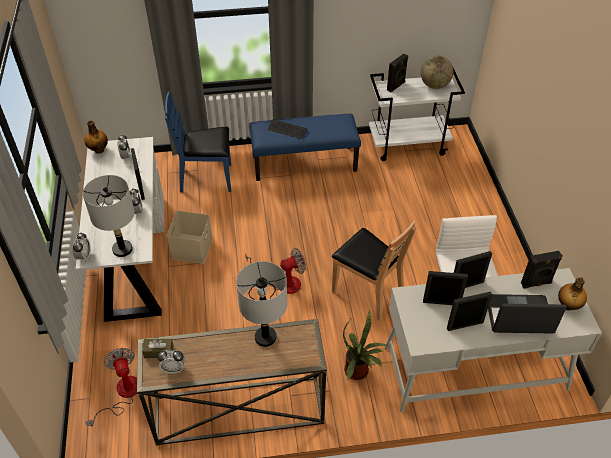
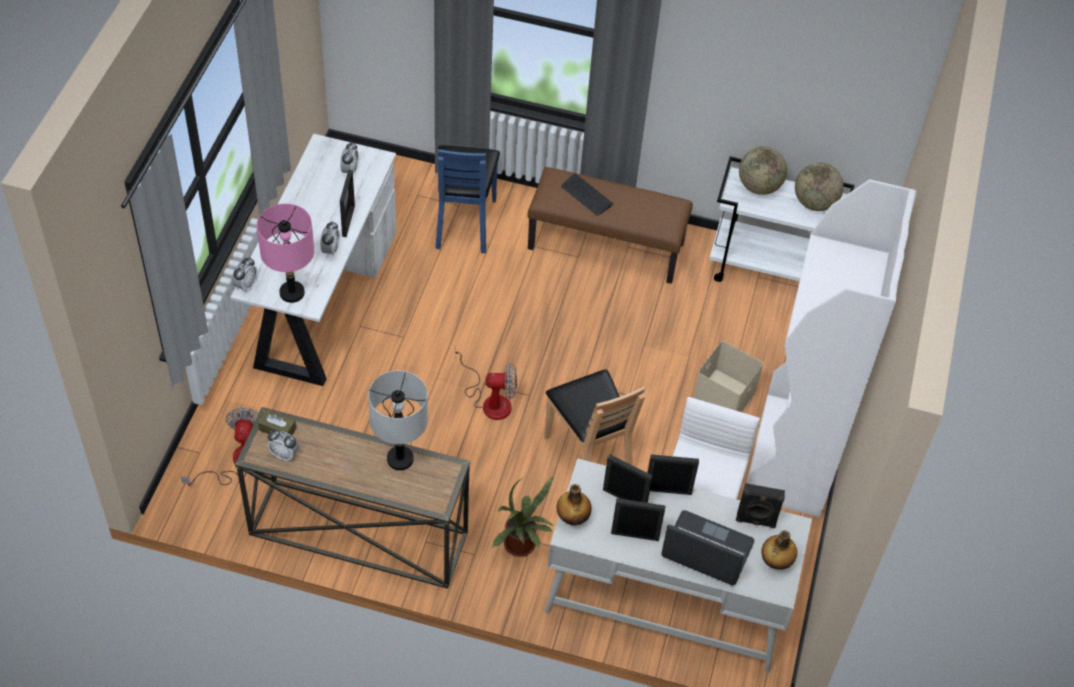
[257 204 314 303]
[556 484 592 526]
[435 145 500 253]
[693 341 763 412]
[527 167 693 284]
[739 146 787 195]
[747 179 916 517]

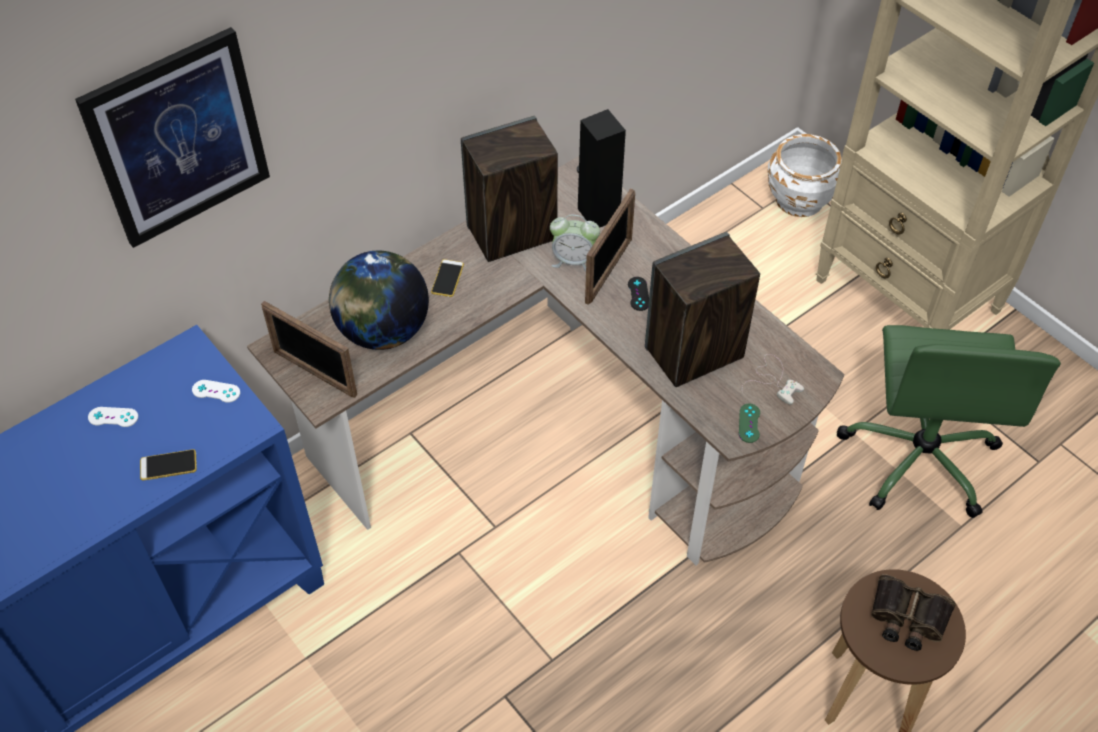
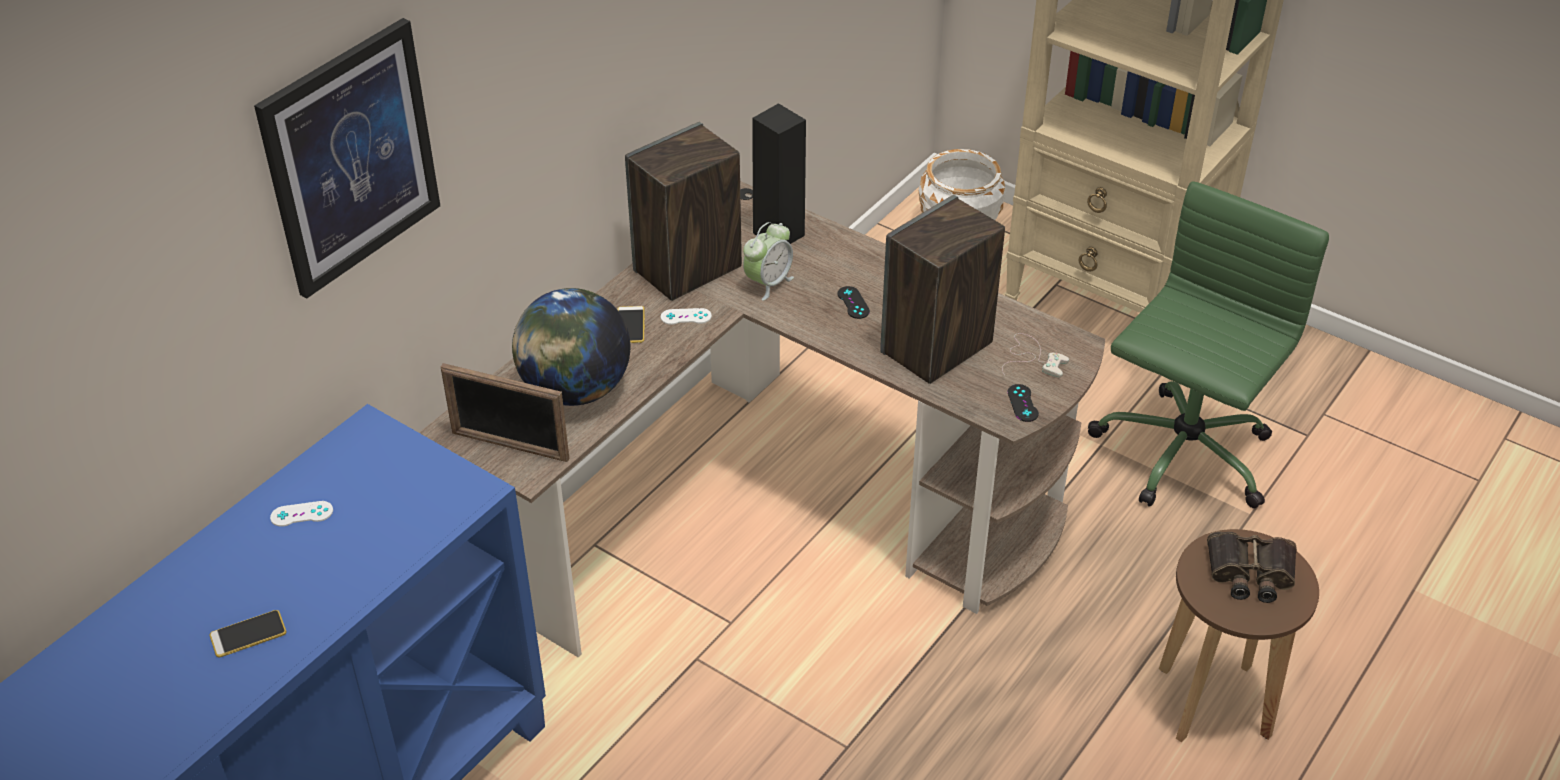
[210 610 286 657]
[661 308 712 325]
[743 222 794 301]
[585 188 635 305] (first image)
[1008 384 1039 422]
[1088 181 1329 509]

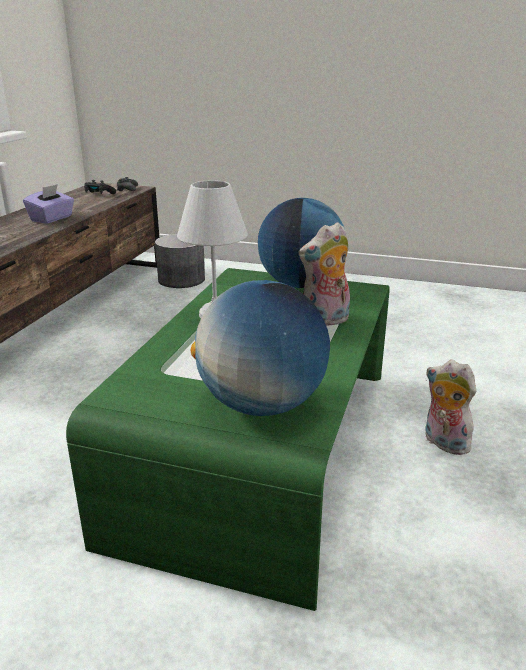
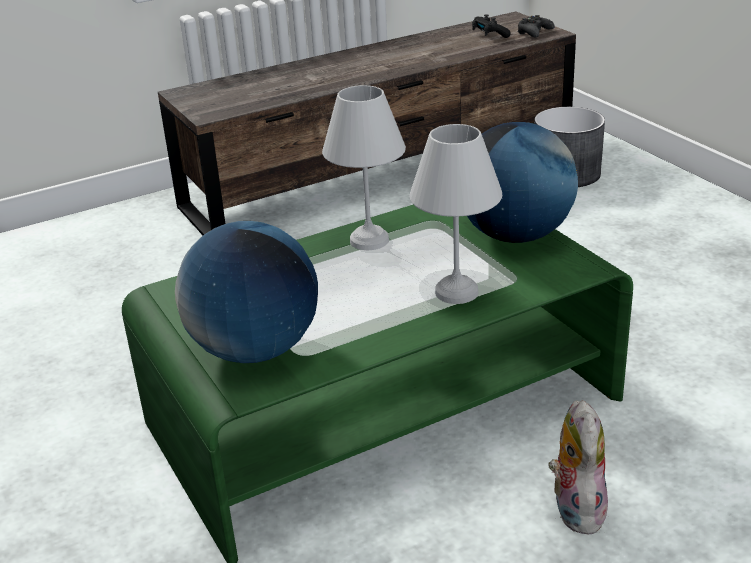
[23 184 74 224] (first image)
[409 124 502 304]

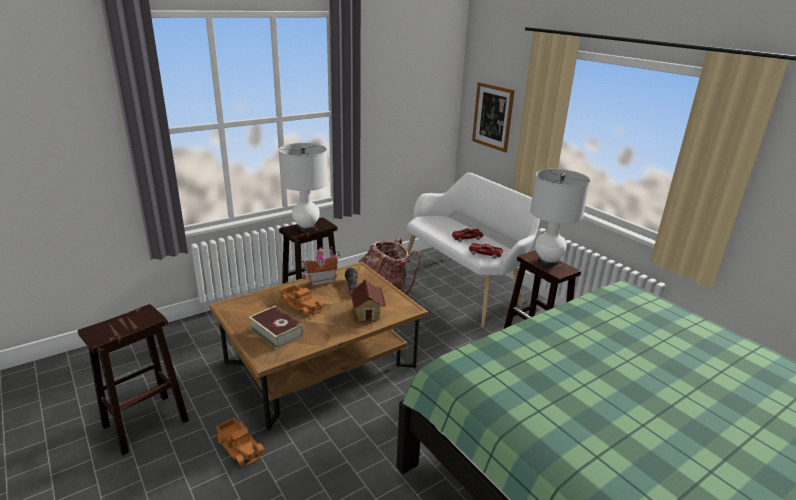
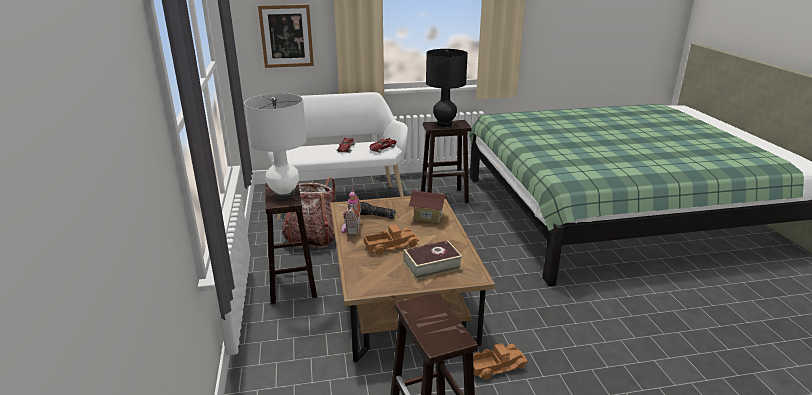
[426 49 468 127]

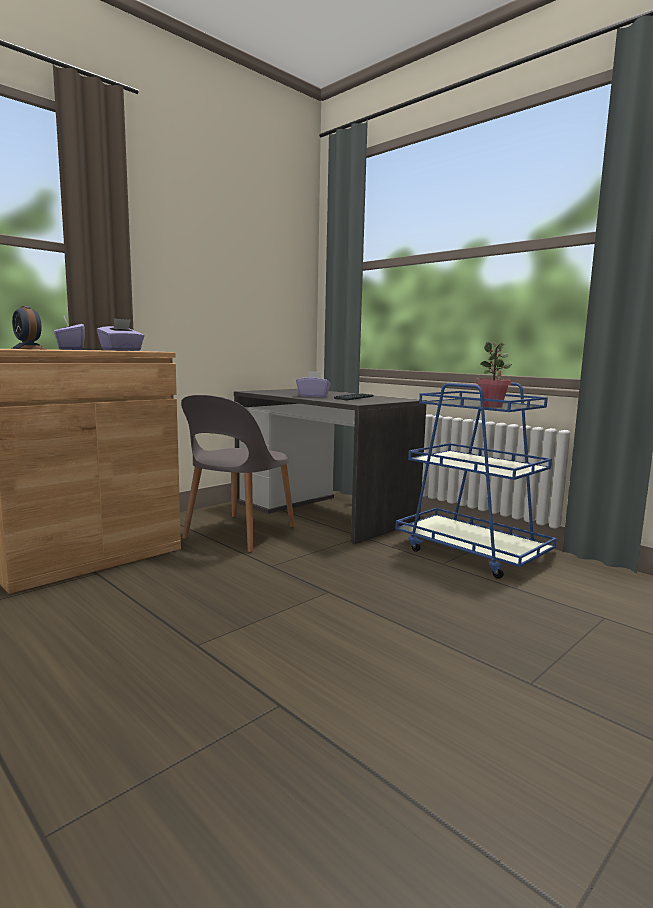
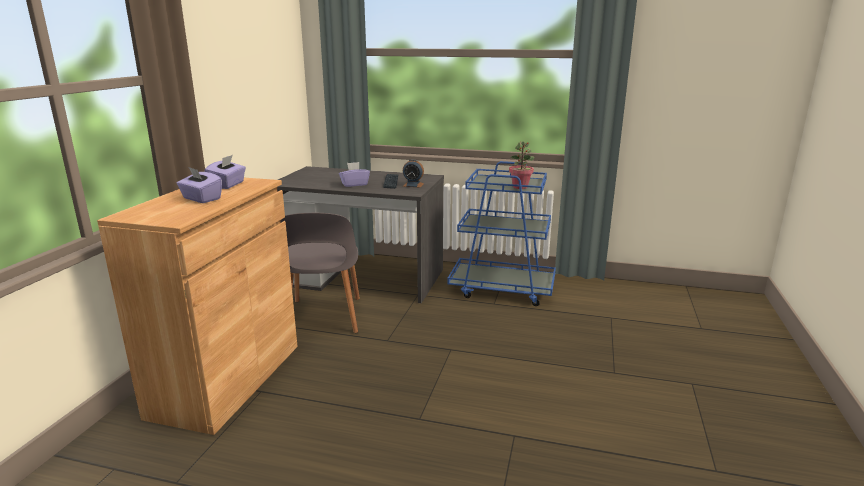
[403 159 424 188]

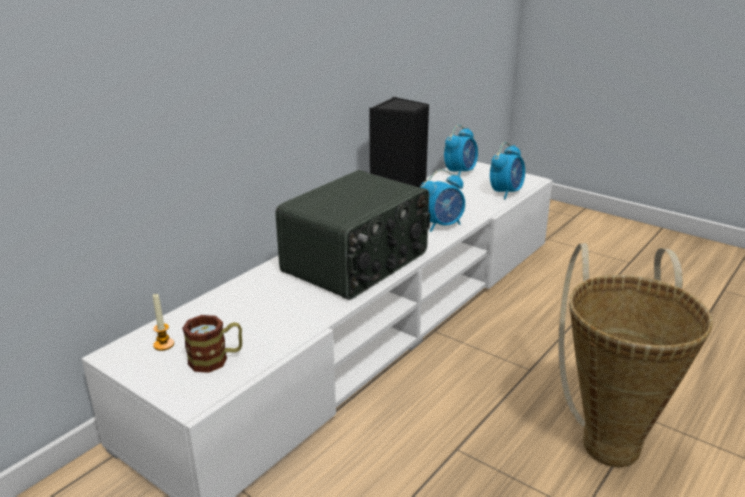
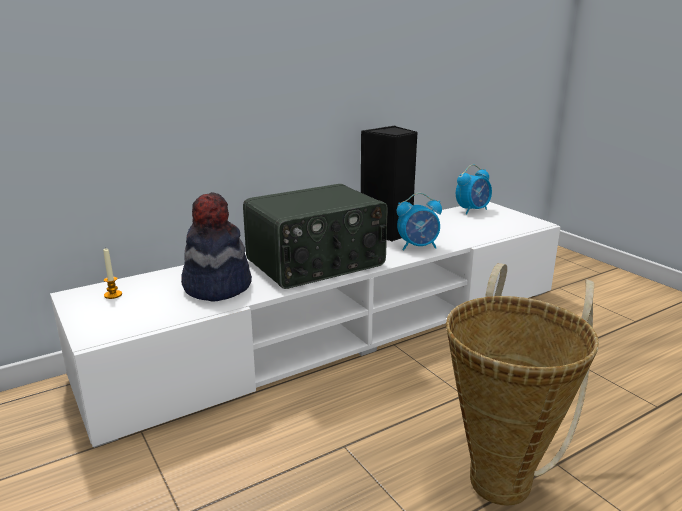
[182 315 242 373] (first image)
[490 142 525 200] (first image)
[181 192 252 302]

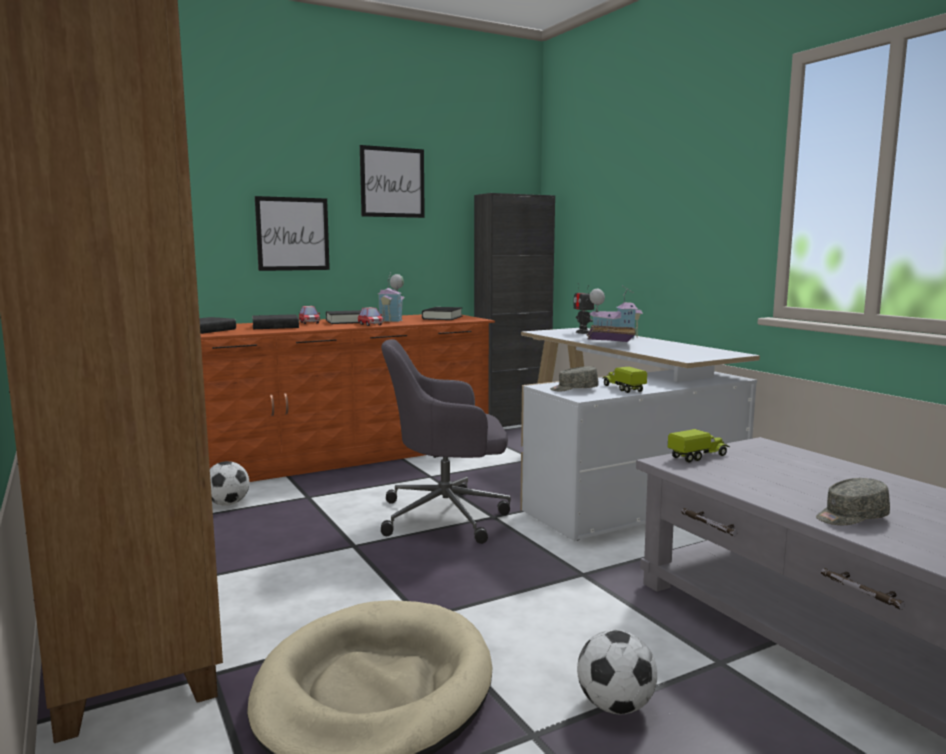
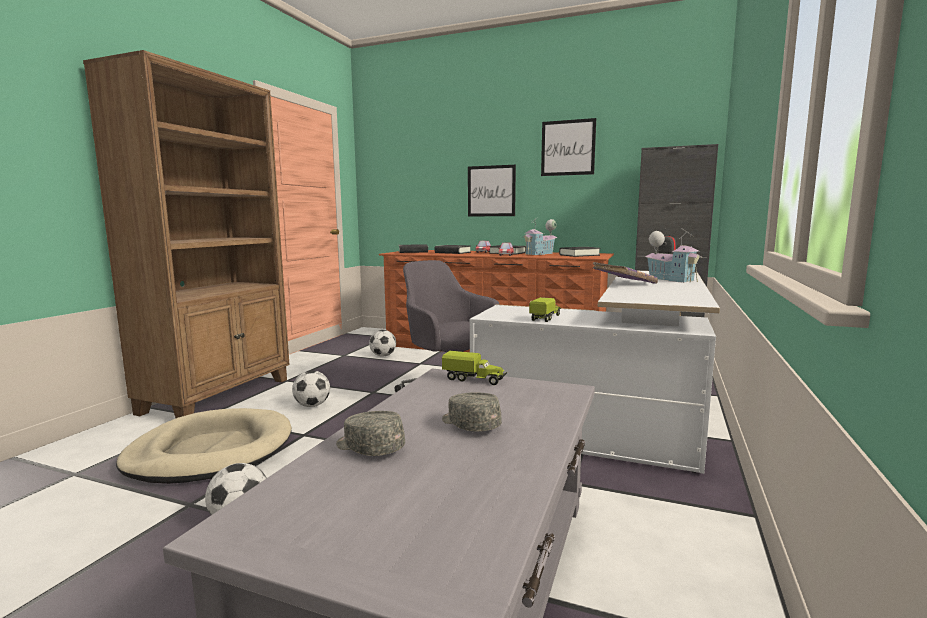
[442 392 502 432]
[292 370 330 407]

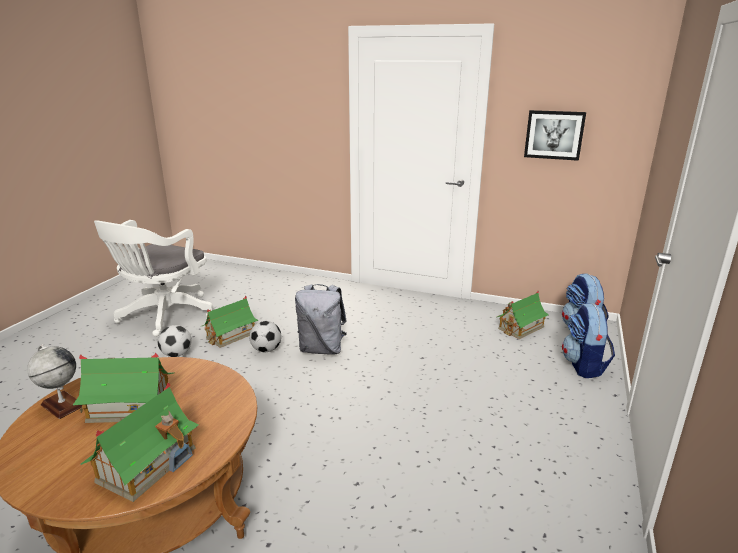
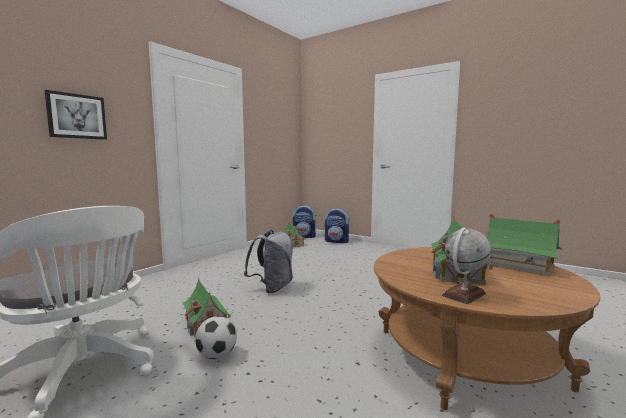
[249 321 282 352] (first image)
[45 90 107 140]

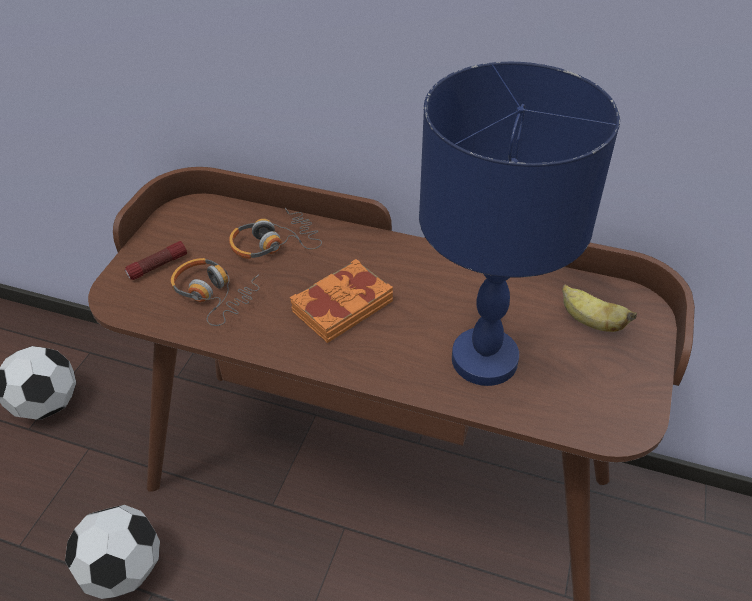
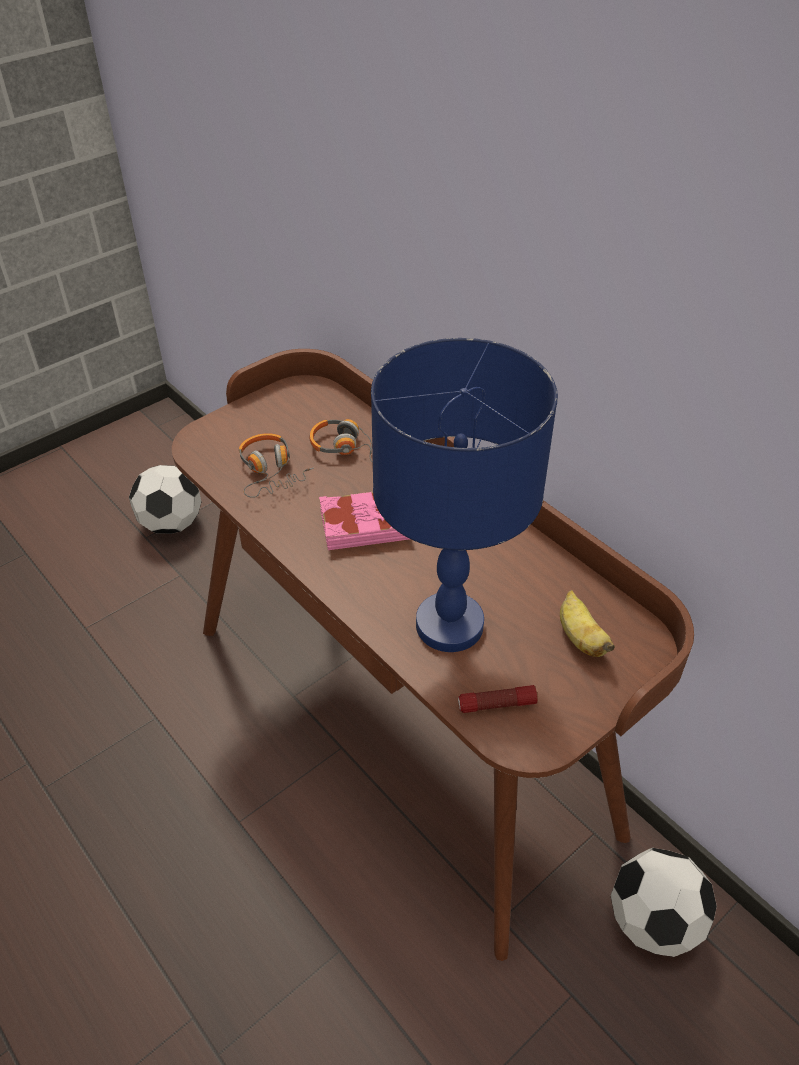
[611 848 717 957]
[458 685 537 713]
[319 492 409 550]

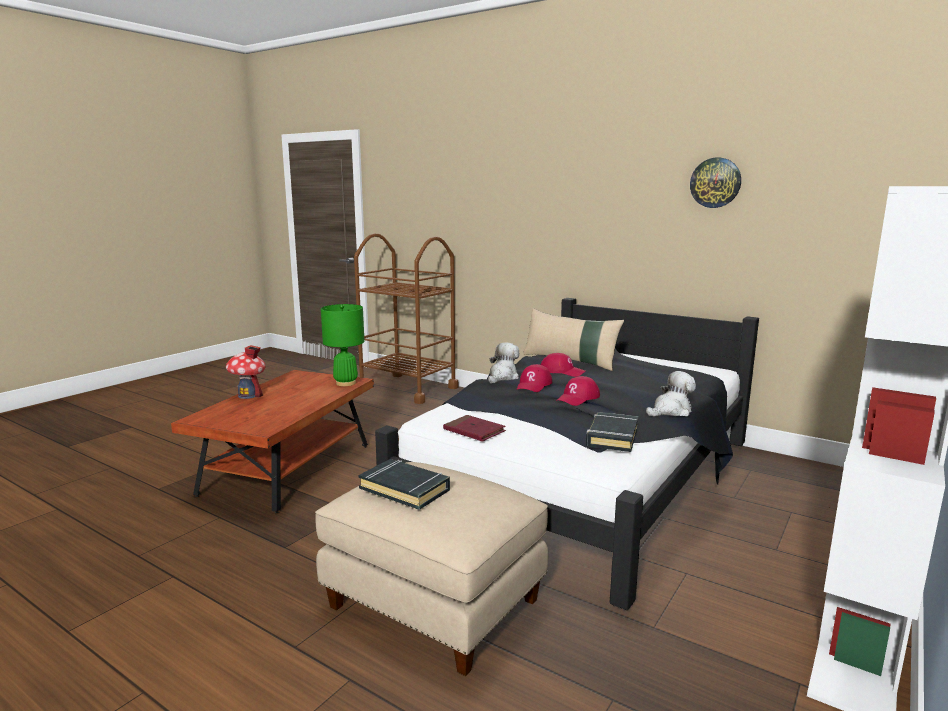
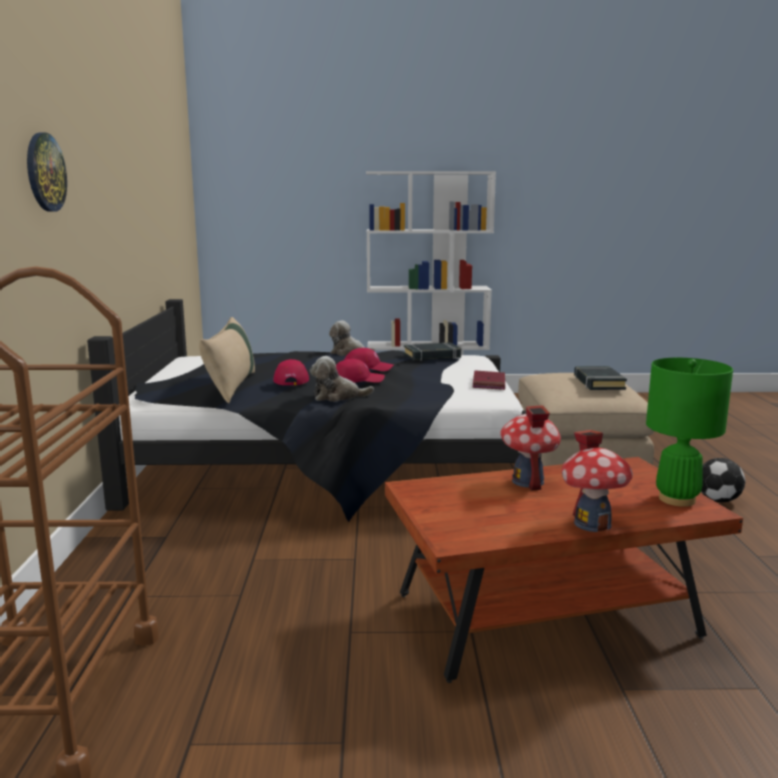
[646 358 733 507]
[27 132 67 212]
[500 405 561 490]
[701 458 745 502]

